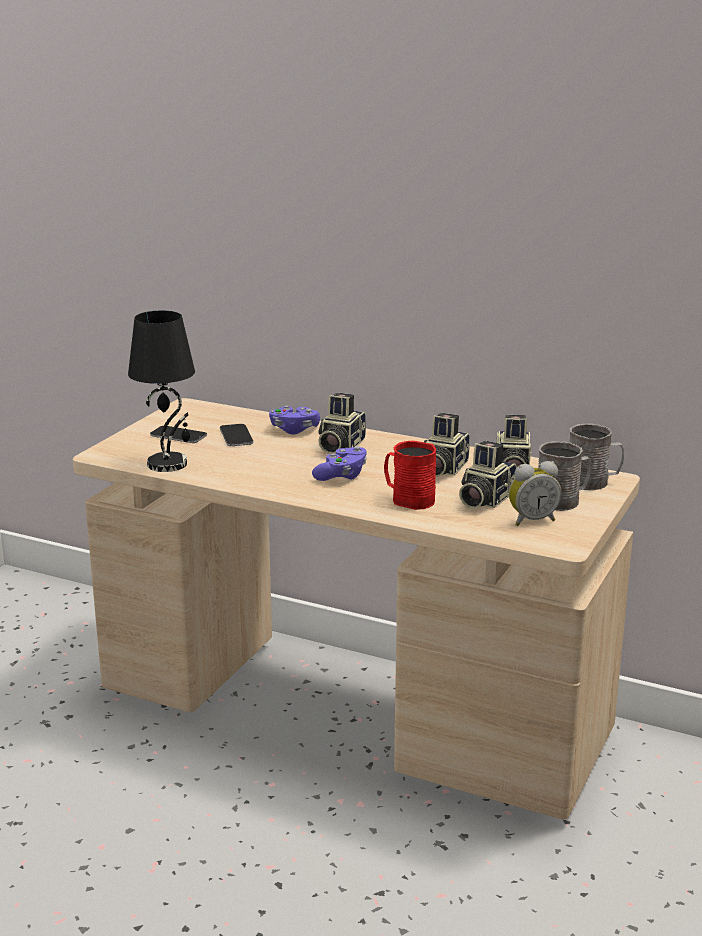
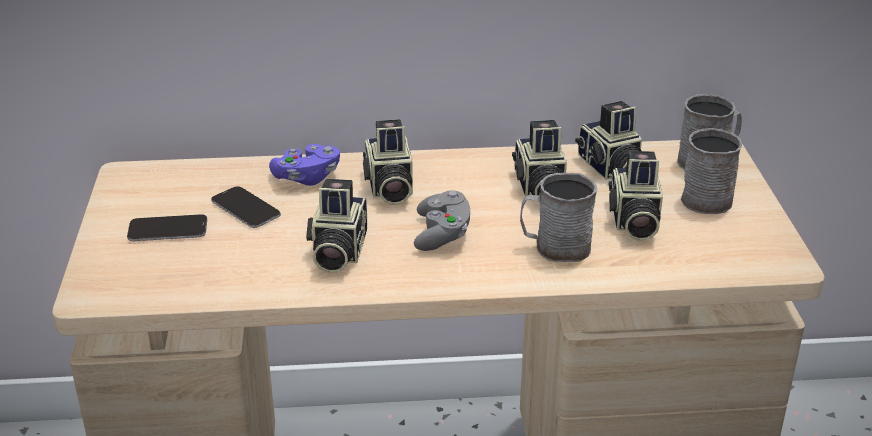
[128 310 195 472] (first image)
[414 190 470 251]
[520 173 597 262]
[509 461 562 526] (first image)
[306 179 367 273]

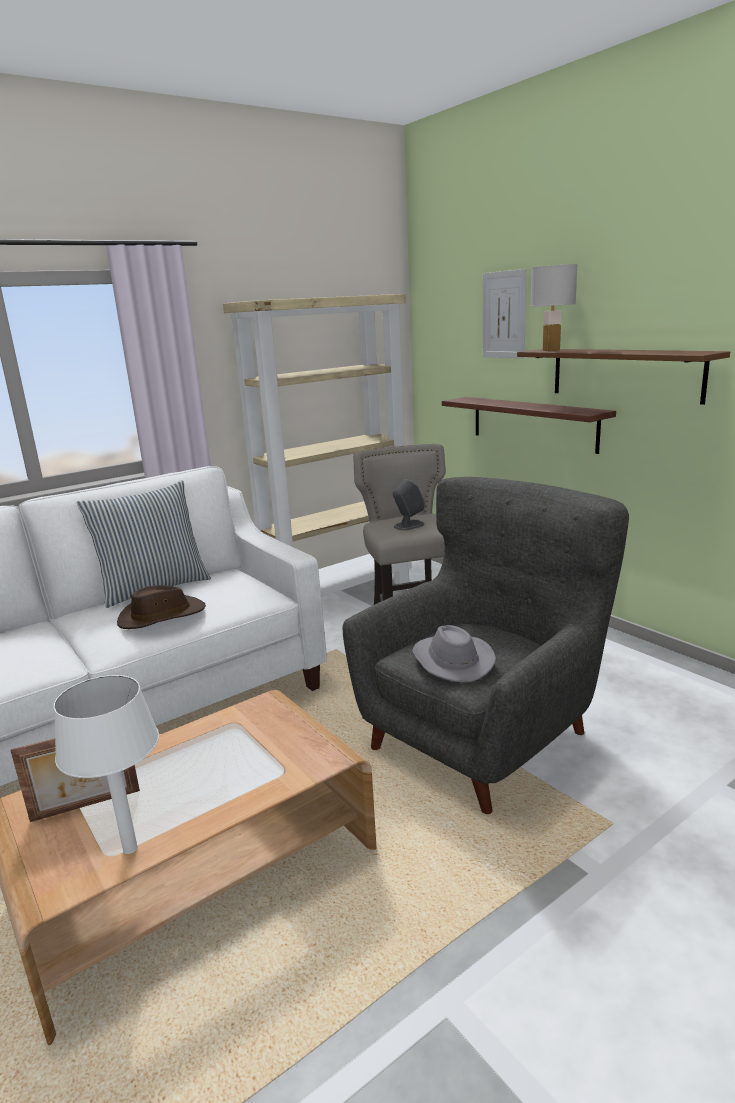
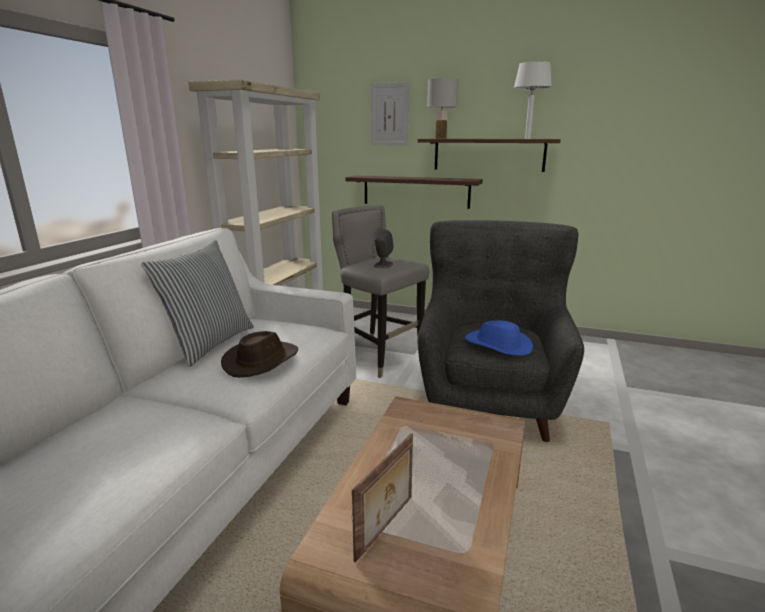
[514 61 552 139]
[465 321 533 356]

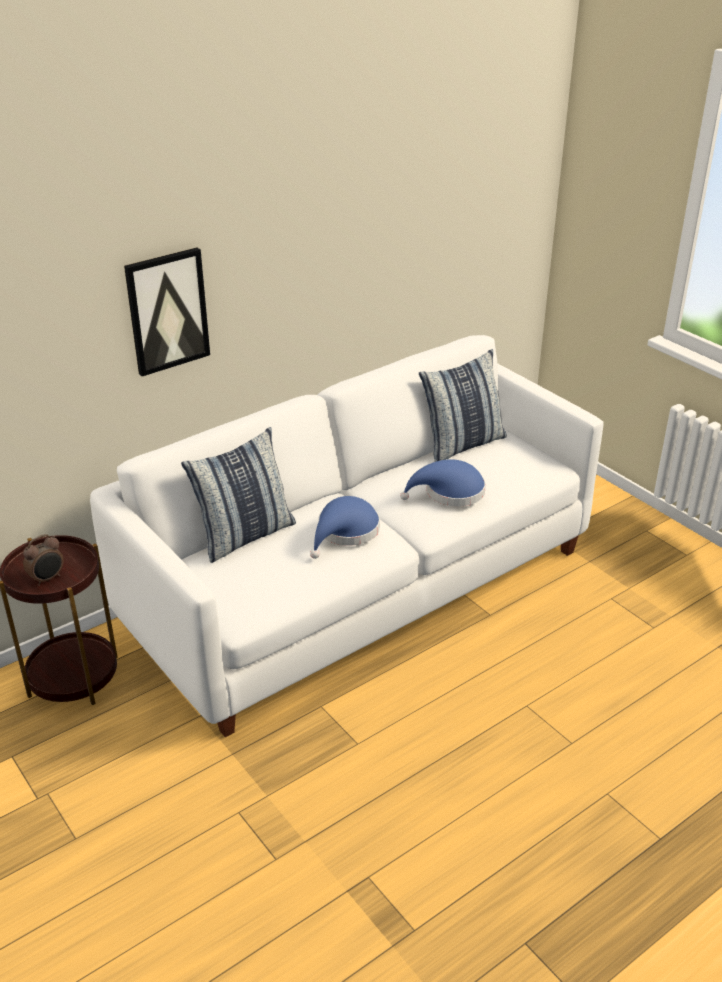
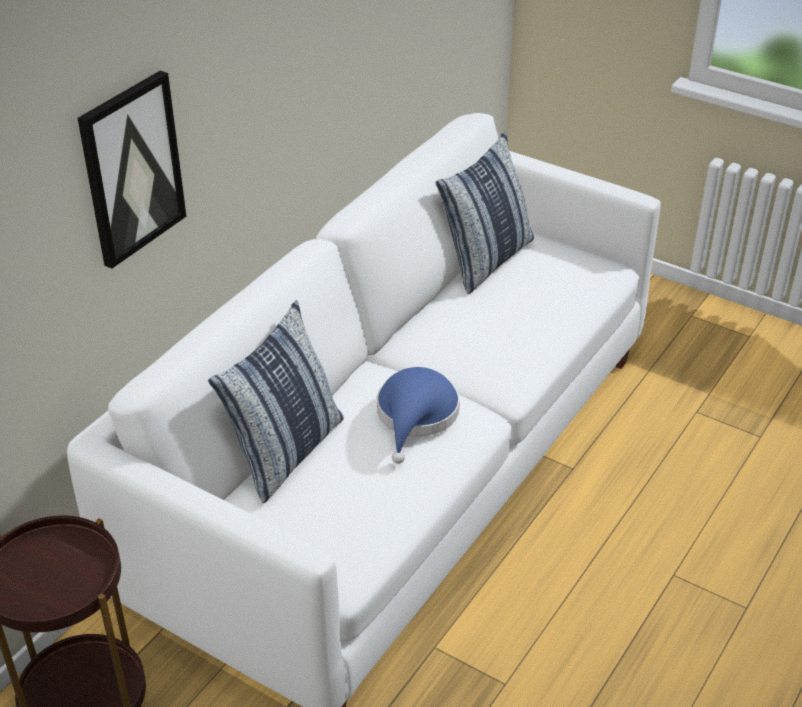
[23 534 64 586] (first image)
[400 459 486 507] (first image)

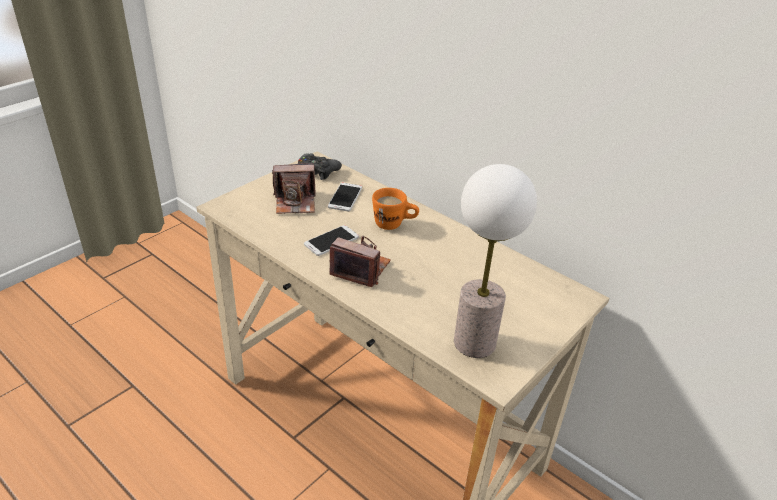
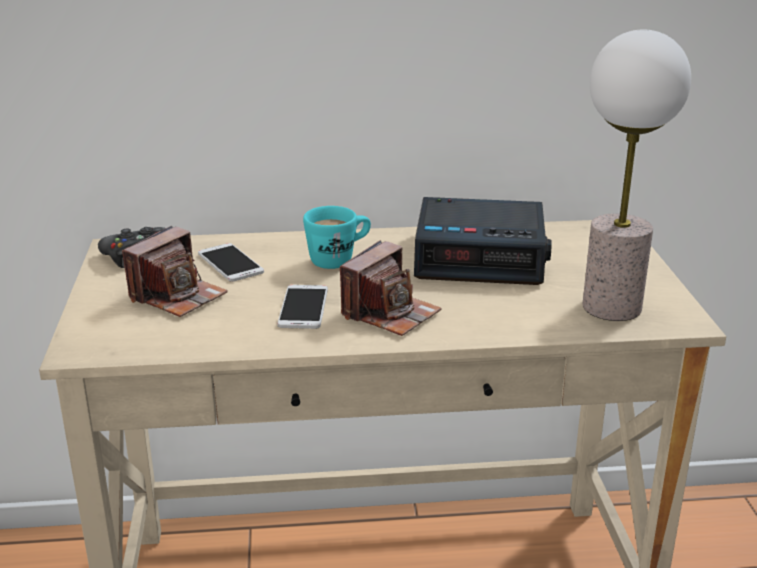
[340 240 442 336]
[303 206 371 269]
[414 197 552 285]

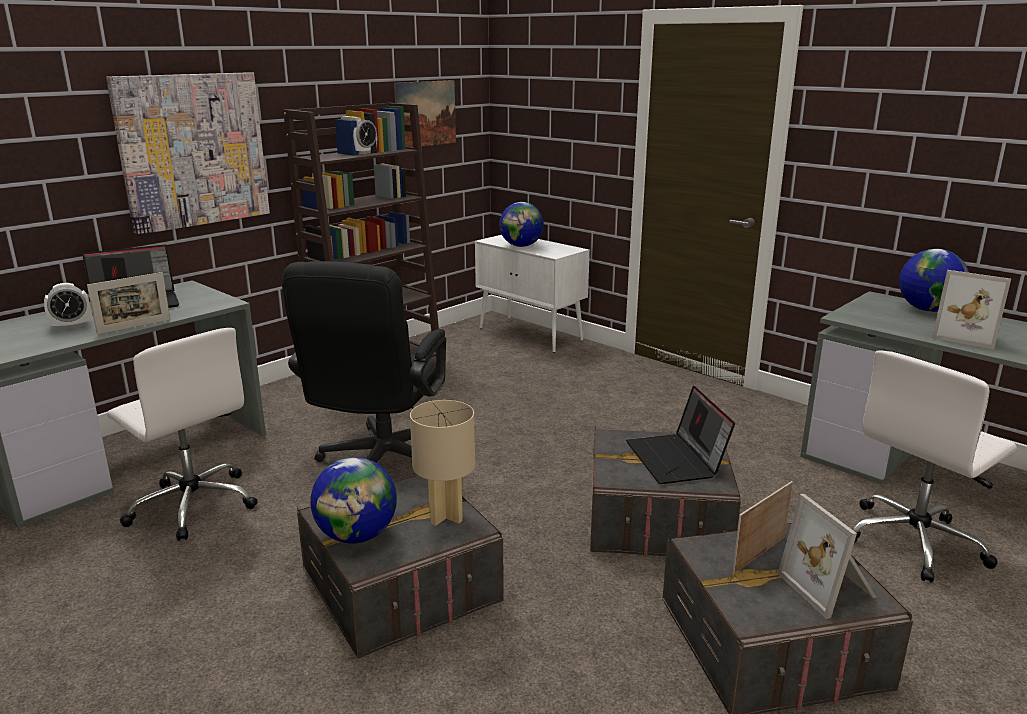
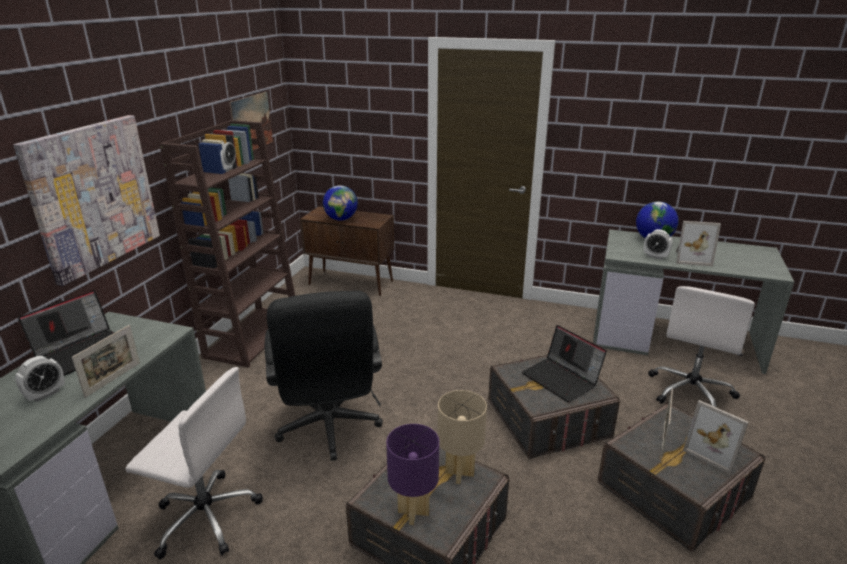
[386 424 439 525]
[300 206 394 296]
[644 229 672 259]

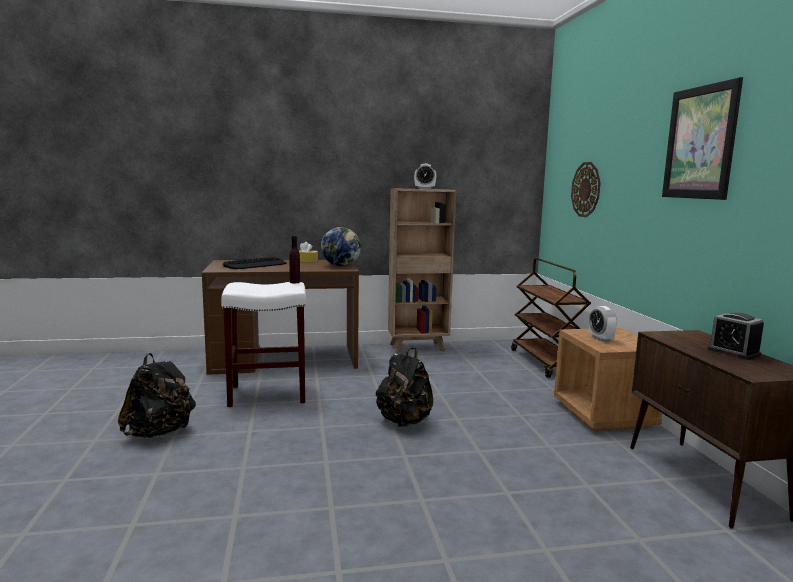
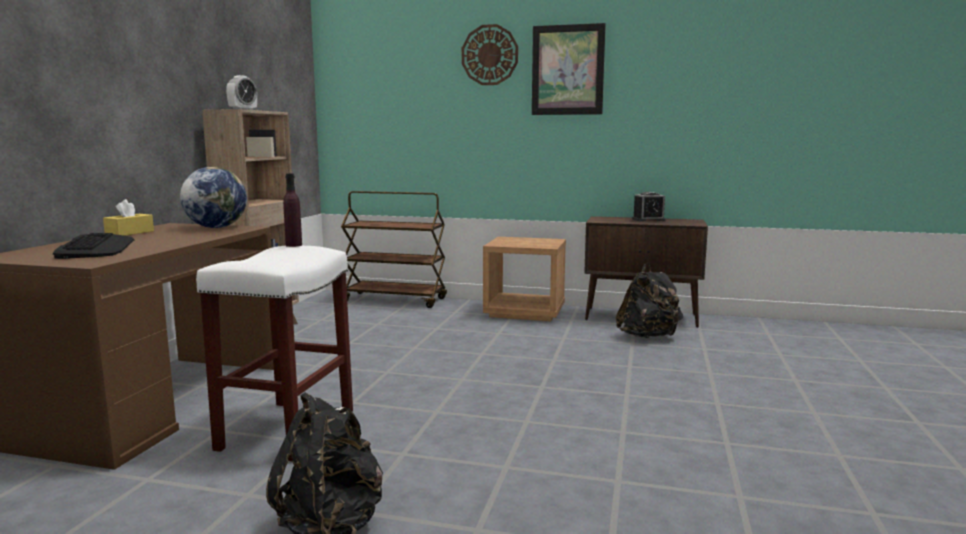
[616 263 683 338]
[462 24 518 85]
[589 306 617 342] (first image)

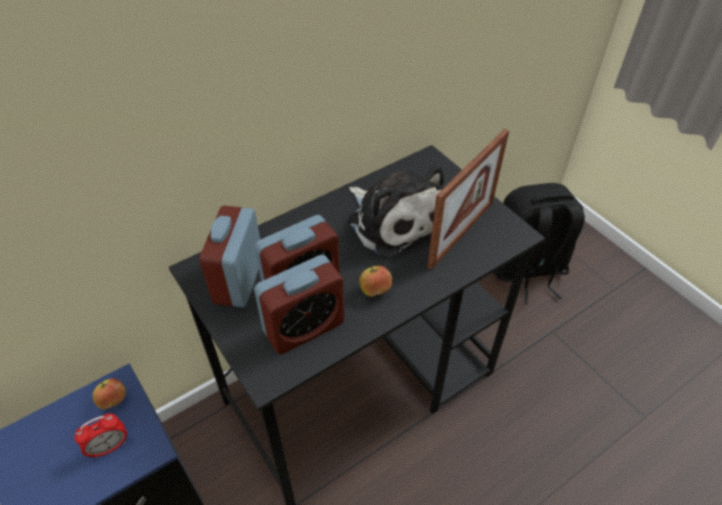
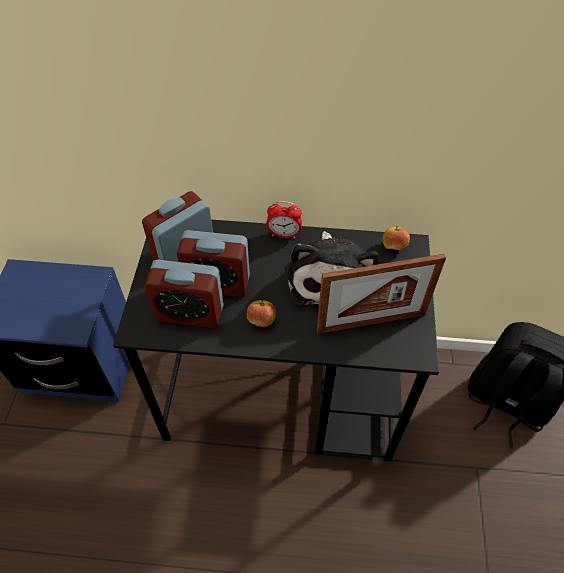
[266 201 302 238]
[383 226 410 250]

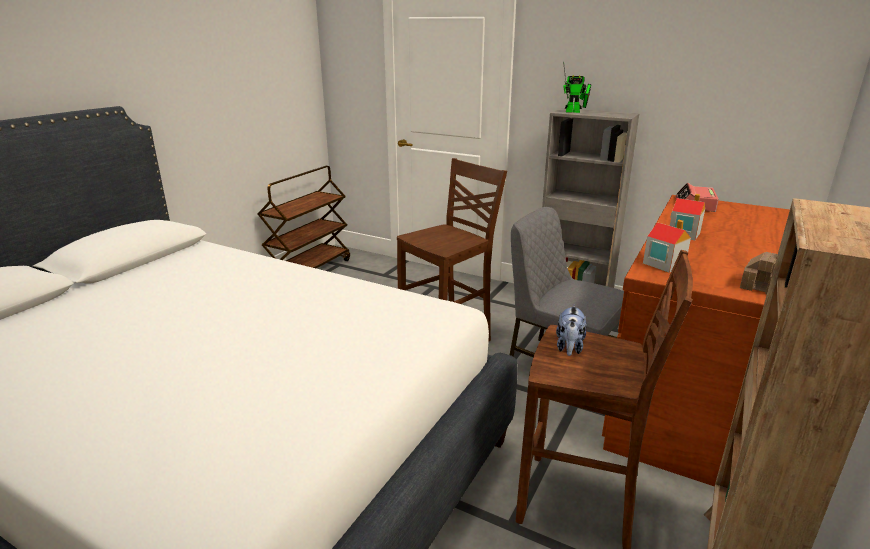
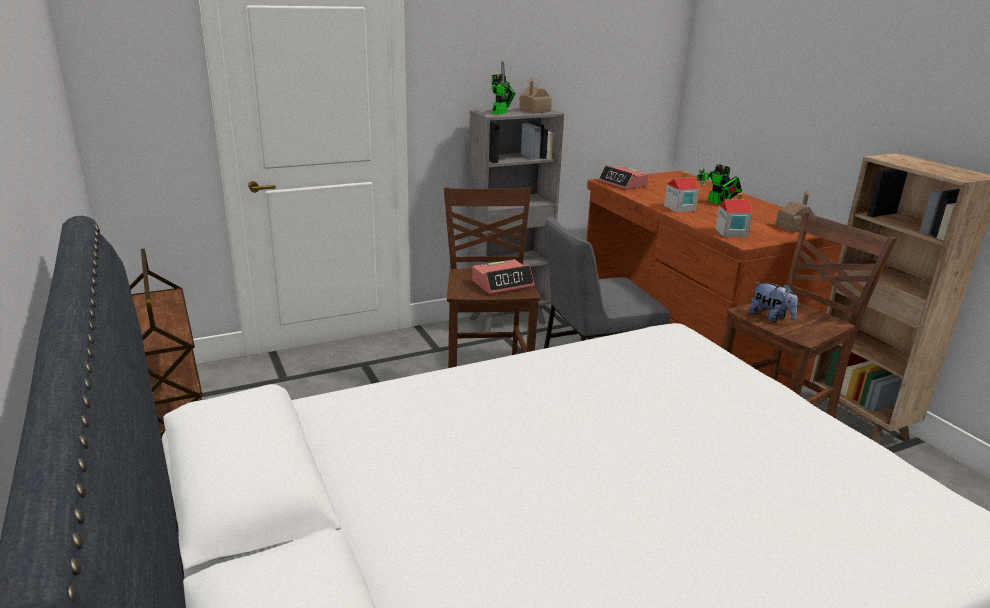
[472 259 534 294]
[519 77 552 113]
[697 149 742 204]

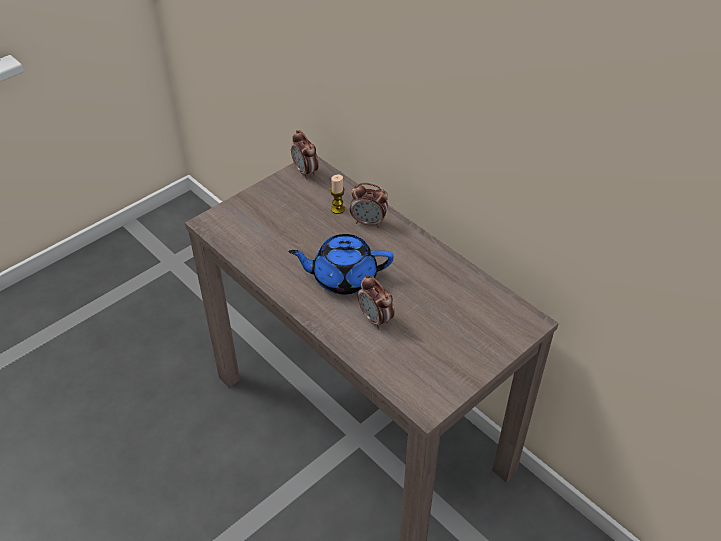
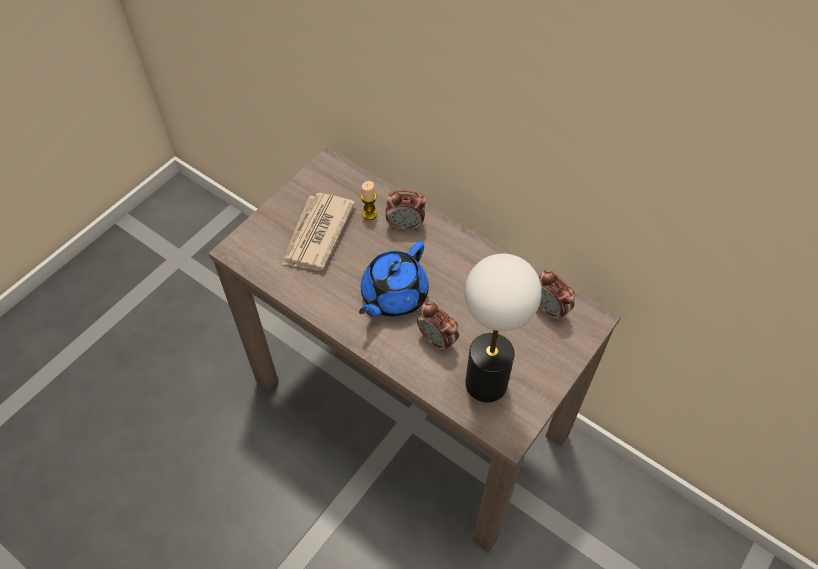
[359 241 429 317]
[539 270 575 321]
[282 193 355 271]
[464 254 542 402]

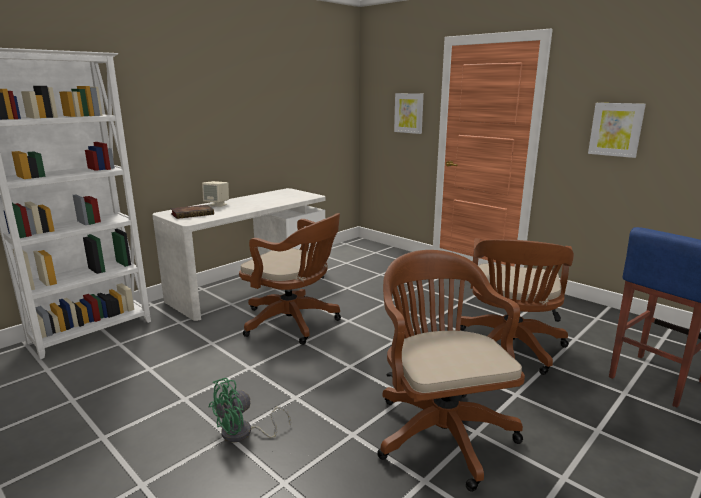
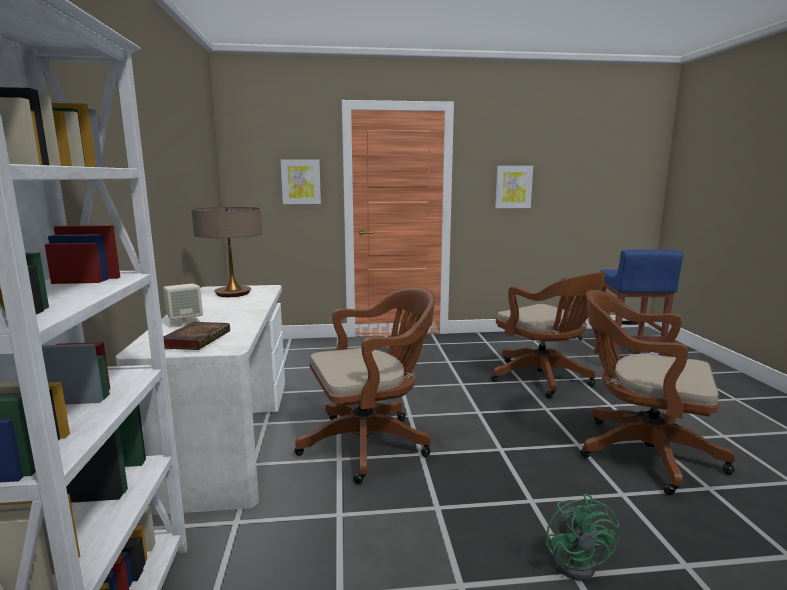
[192 207 262 297]

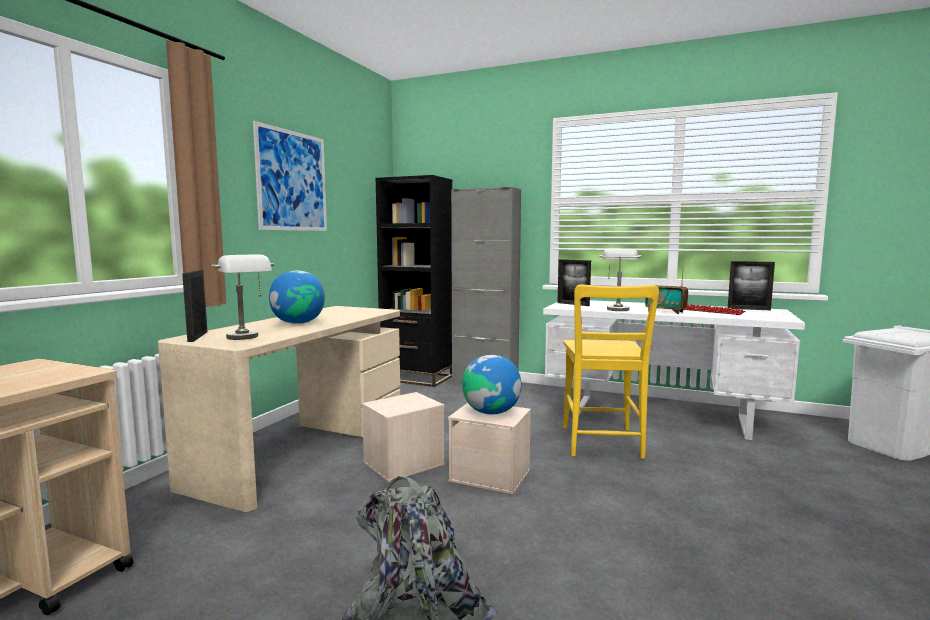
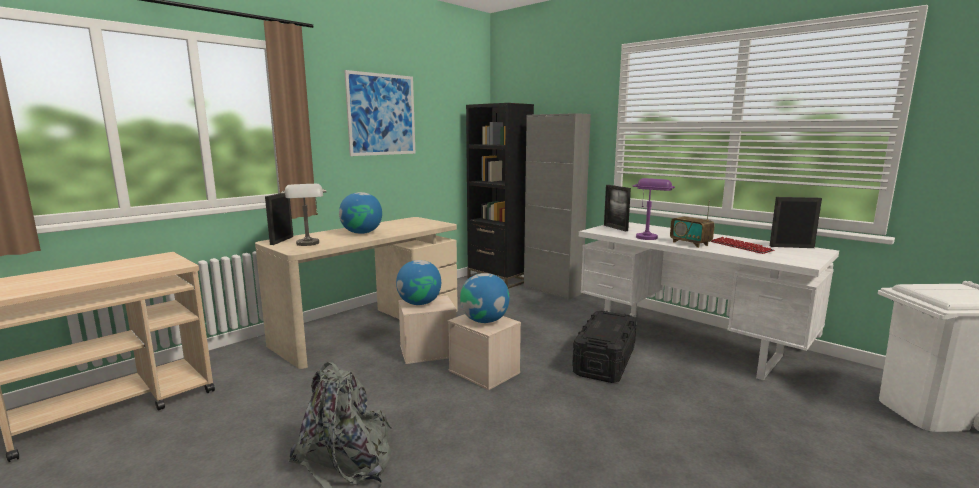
[572 311 637 383]
[633 178 675 240]
[770 197 822 248]
[396 260 441 305]

